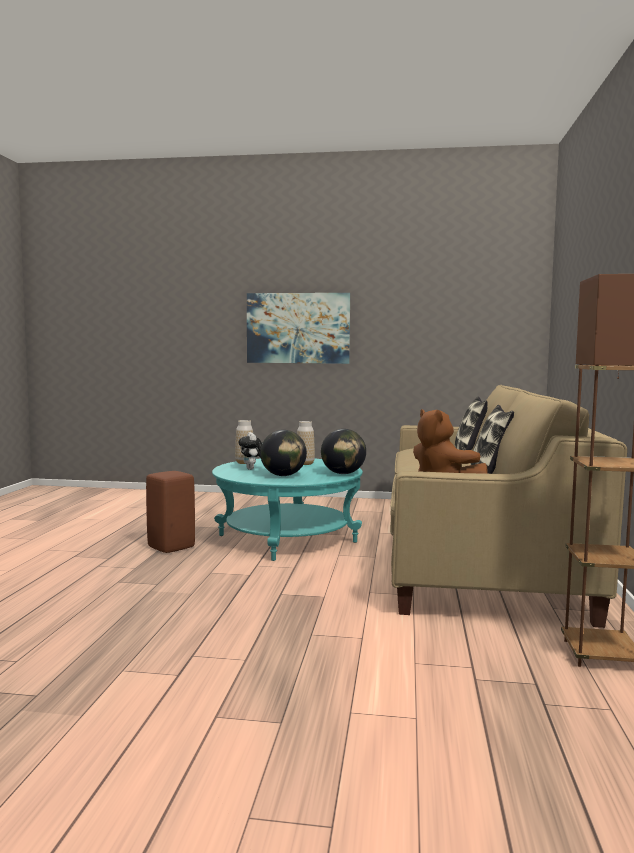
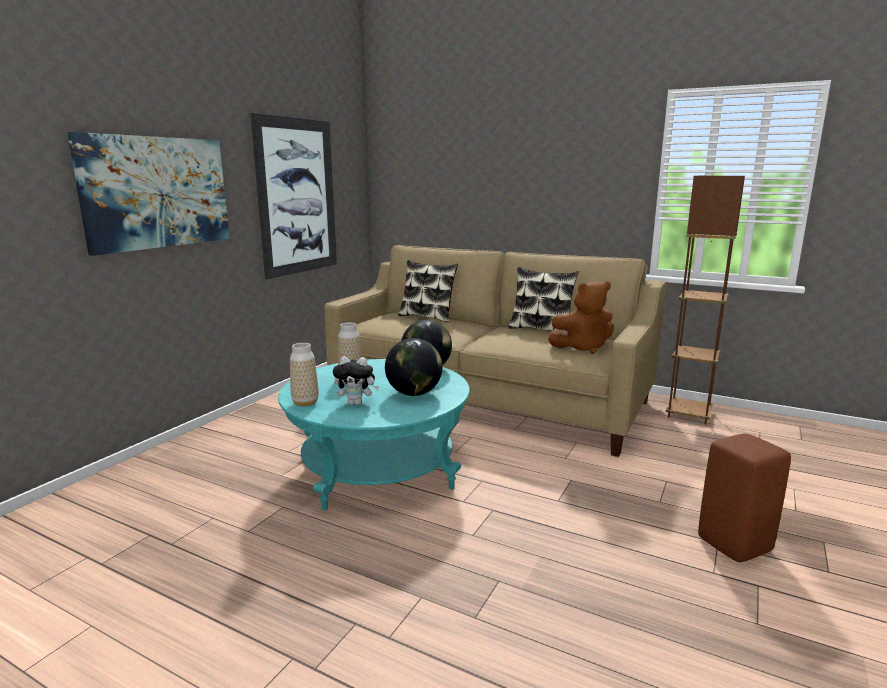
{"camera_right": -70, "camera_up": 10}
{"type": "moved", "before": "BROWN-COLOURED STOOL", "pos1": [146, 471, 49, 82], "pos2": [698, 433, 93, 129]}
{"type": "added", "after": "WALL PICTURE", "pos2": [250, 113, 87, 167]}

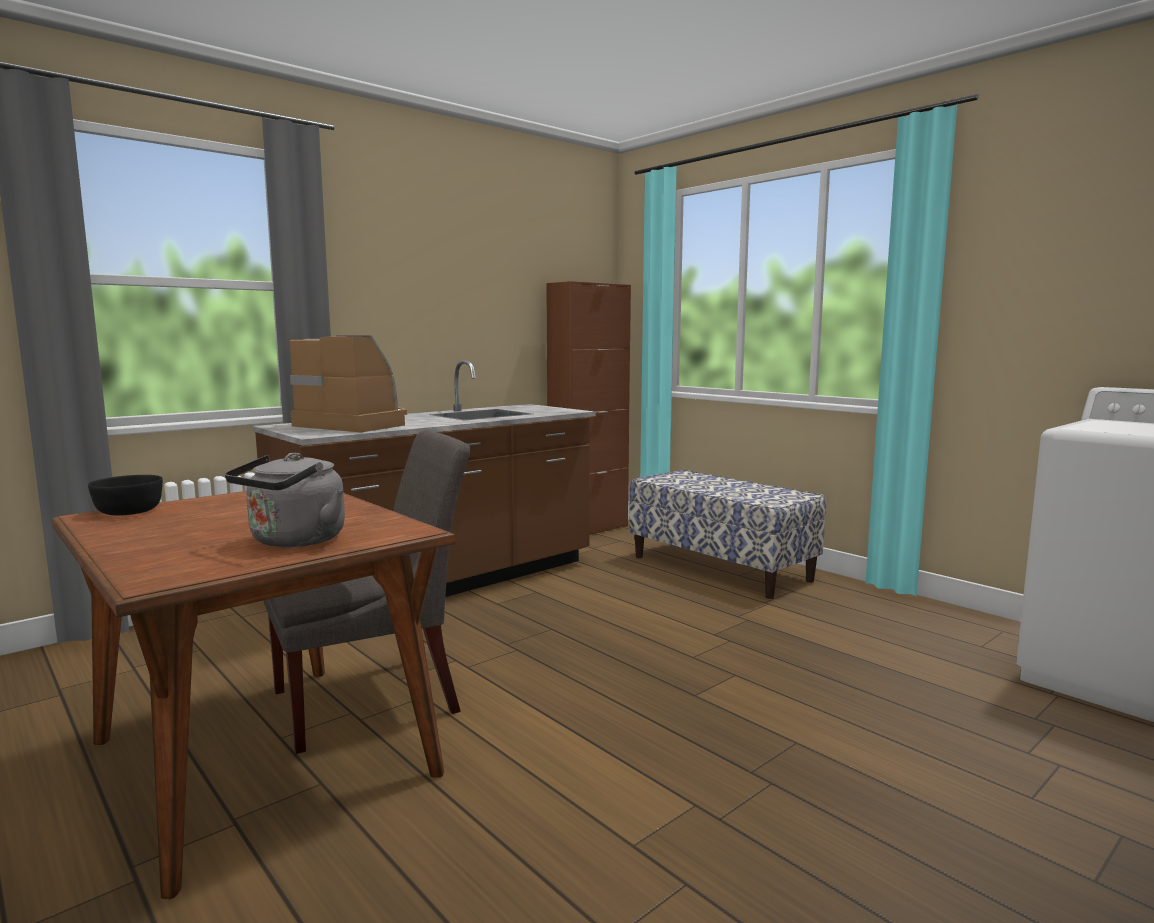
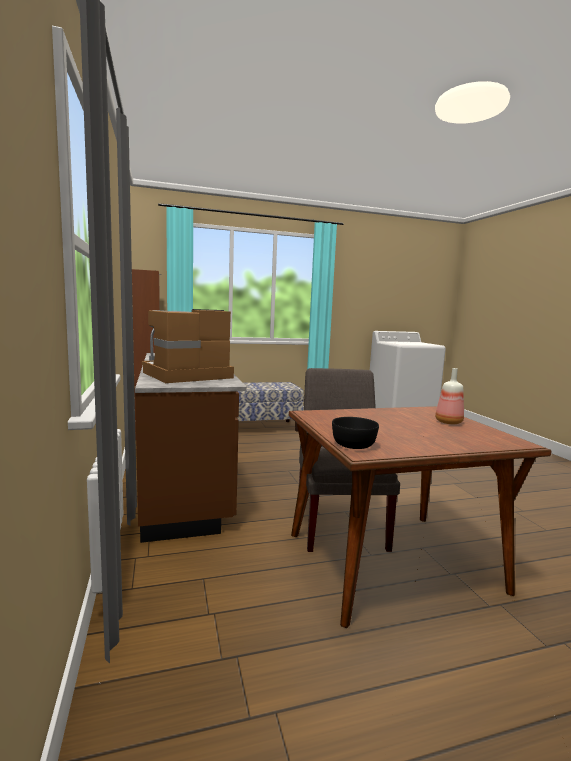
{"camera_right": -65, "camera_up": 0}
{"type": "replaced", "before": "GRAY TEA KETTLE", "after": "BOTTLE", "pos1": [225, 453, 120, 94], "pos2": [435, 368, 29, 56]}

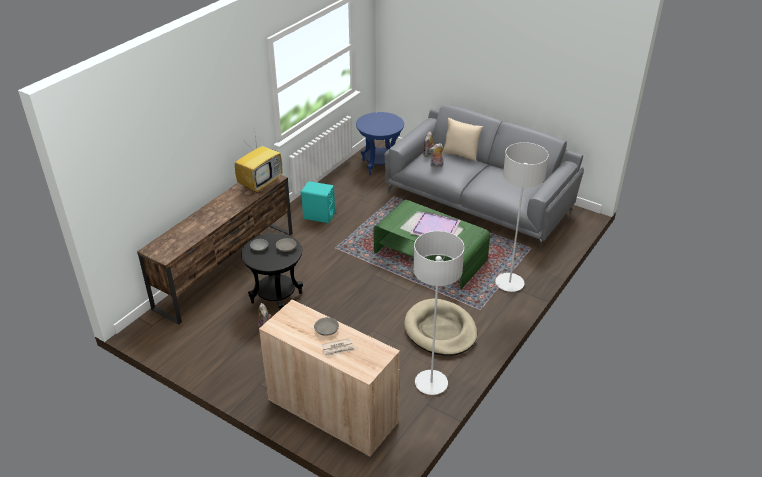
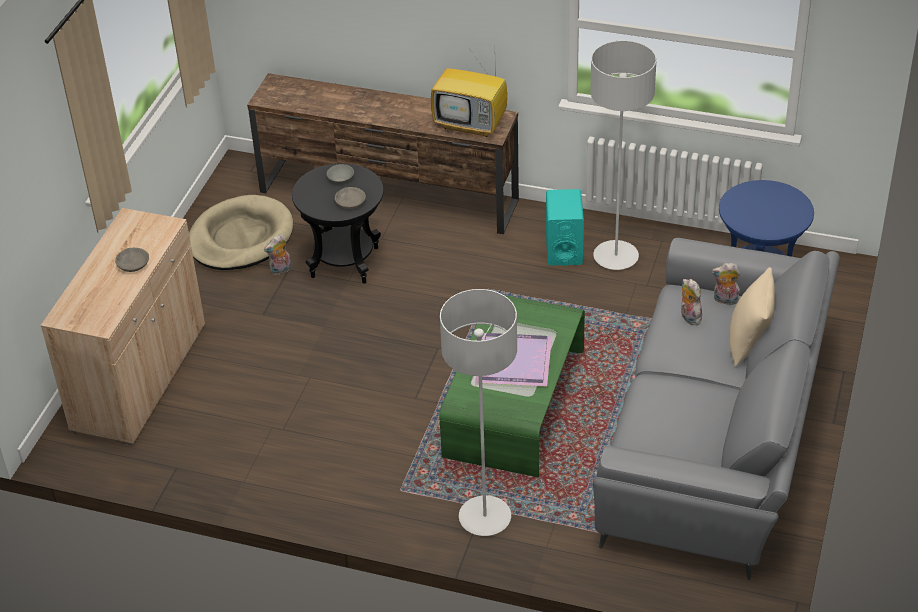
{"camera_right": 75, "camera_up": 5}
{"type": "moved", "before": "GRAY STANDARD LAMP", "pos1": [413, 231, 52, 164], "pos2": [590, 40, 66, 230]}
{"type": "moved", "before": "BEIGE-COLOURED DOG CUSHION", "pos1": [404, 298, 73, 58], "pos2": [189, 195, 104, 75]}
{"type": "removed", "before": "DAILY PAPER", "pos1": [321, 338, 34, 19]}

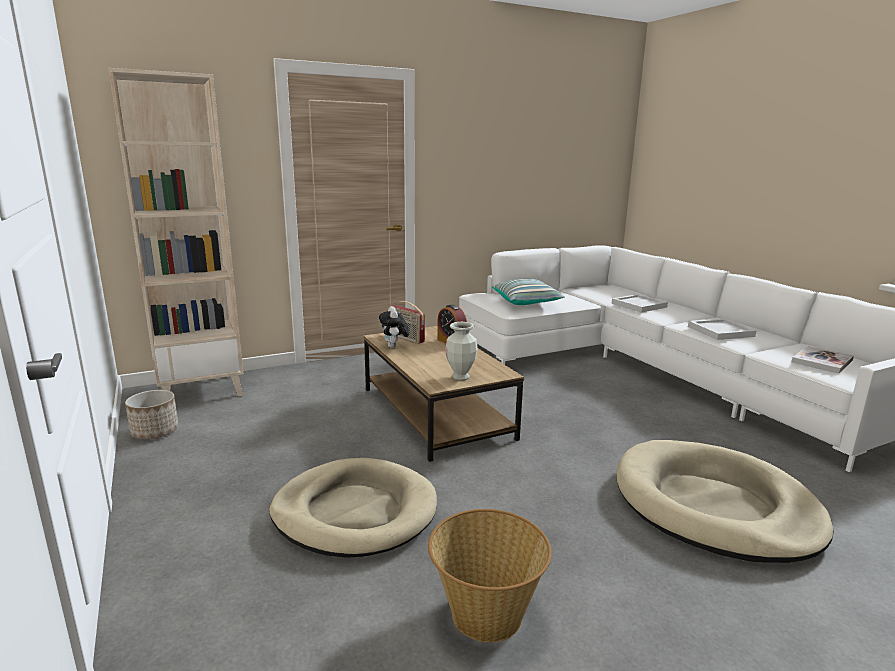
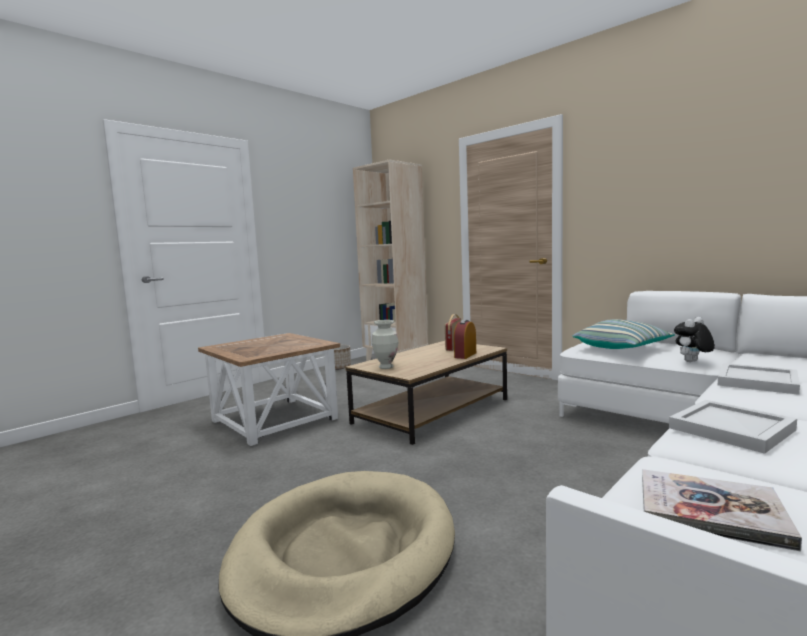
{"camera_right": 70, "camera_up": -10}
{"type": "moved", "before": "SOFT TOY", "pos1": [379, 306, 30, 42], "pos2": [674, 317, 41, 45]}
{"type": "replaced", "before": "BEIGE-COLOURED DOG CUSHION", "after": "BROWN-COLOURED ACCENT TABLE", "pos1": [269, 458, 168, 100], "pos2": [198, 333, 142, 113]}
{"type": "removed", "before": "HOUSEHOLD BASKET", "pos1": [428, 509, 124, 133]}

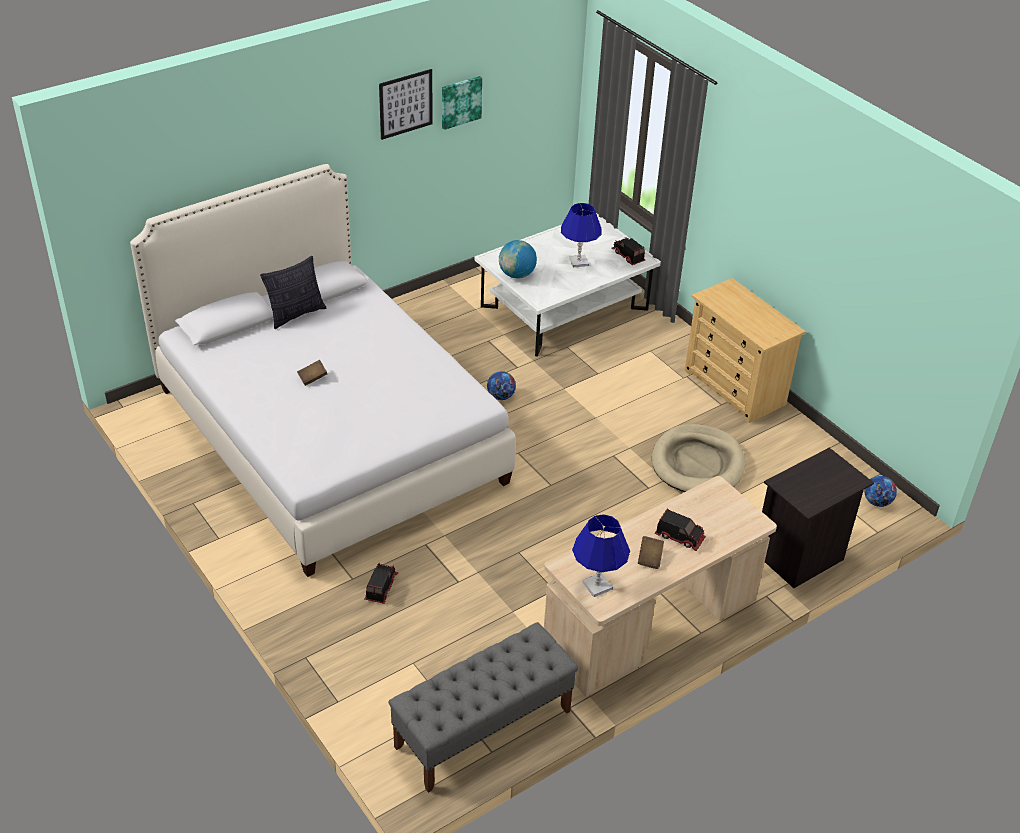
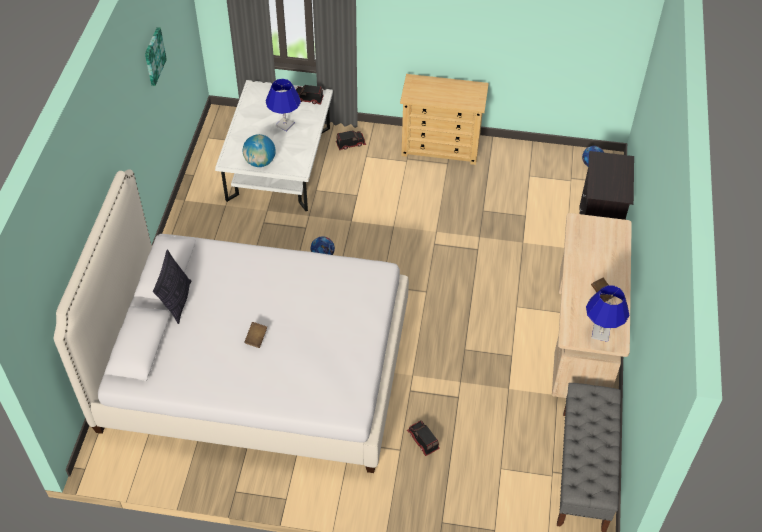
{"camera_right": -45, "camera_up": 10}
{"type": "removed", "before": "WALL PICTURE", "pos1": [379, 69, 54, 71]}
{"type": "removed", "before": "BEIGE-COLOURED DOG CUSHION", "pos1": [652, 424, 93, 68]}
{"type": "moved", "before": "TOY LORRY", "pos1": [655, 509, 51, 42], "pos2": [336, 130, 30, 20]}

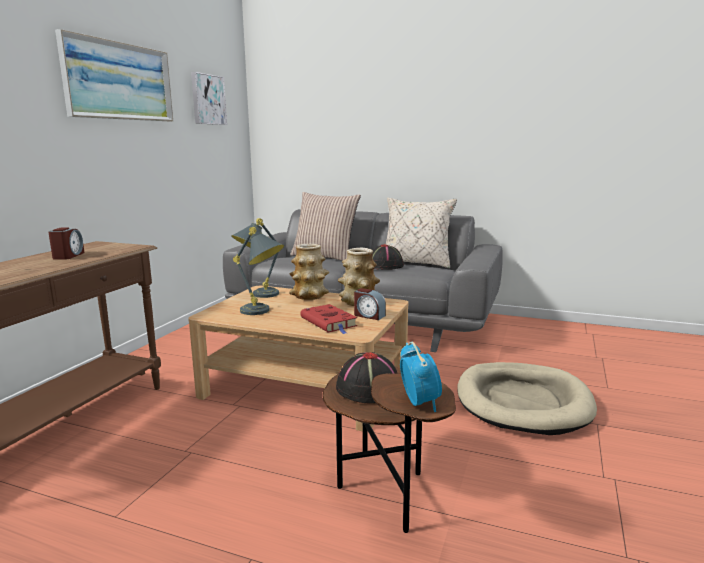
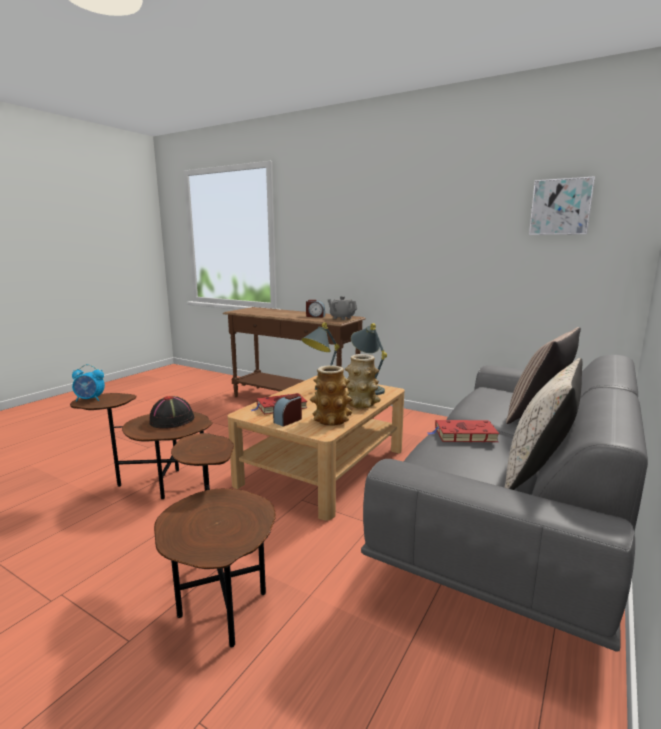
{"camera_right": 100, "camera_up": 0}
{"type": "removed", "before": "WALL PICTURE", "pos1": [55, 29, 118, 92]}
{"type": "replaced", "before": "BLACK HAT", "after": "RED VOLUME", "pos1": [372, 244, 32, 26], "pos2": [427, 420, 72, 22]}
{"type": "replaced", "before": "BEIGE-COLOURED DOG CUSHION", "after": "BROWN-COLOURED ACCENT TABLE", "pos1": [457, 362, 140, 73], "pos2": [154, 433, 122, 214]}
{"type": "added", "after": "GRAY TEA POT", "pos2": [328, 296, 29, 24]}

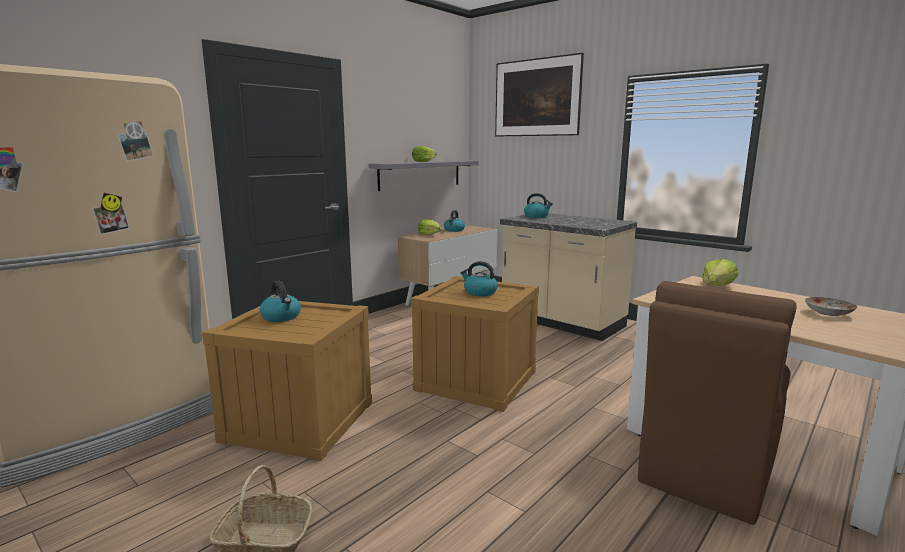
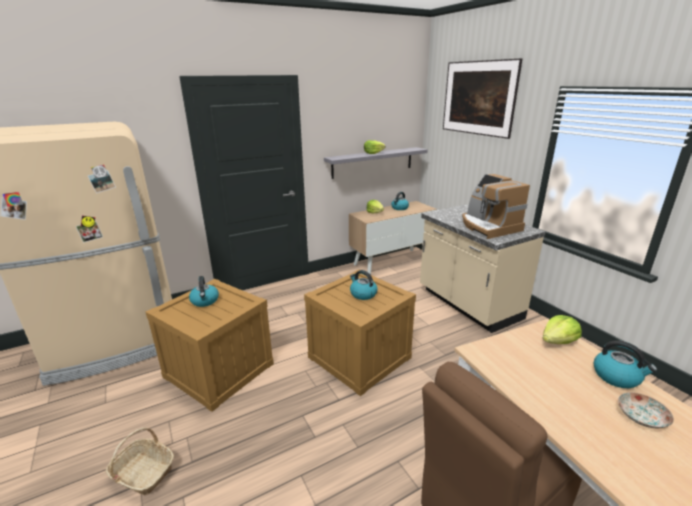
{"camera_right": 20, "camera_up": 10}
{"type": "moved", "before": "TEA KETTLE", "pos1": [524, 193, 29, 25], "pos2": [594, 340, 63, 48]}
{"type": "added", "after": "COFFEE MAKER", "pos2": [462, 174, 68, 65]}

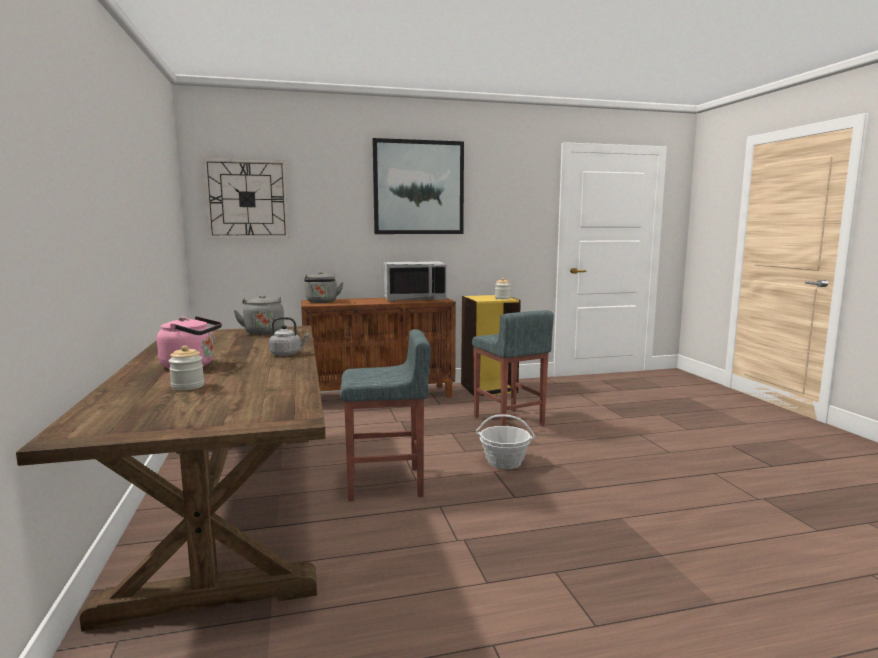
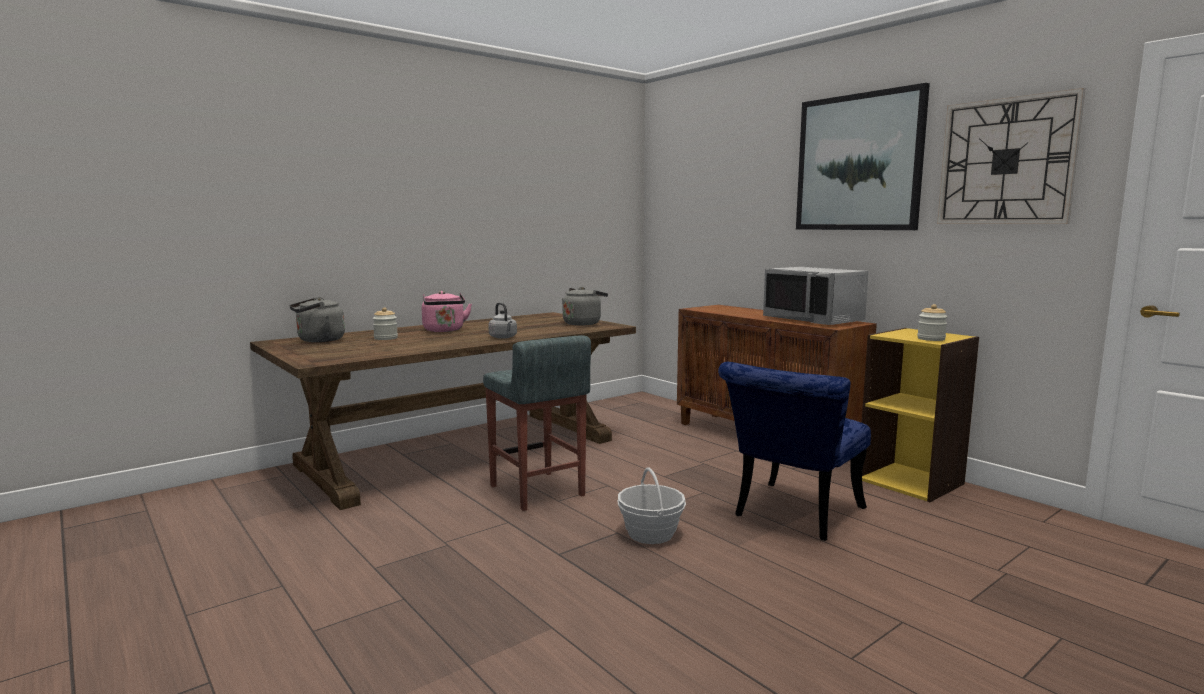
{"camera_right": 65, "camera_up": 0}
{"type": "moved", "before": "HANGING CLOCK", "pos1": [203, 158, 86, 80], "pos2": [937, 88, 148, 136]}
{"type": "moved", "before": "GRAY TEA KETTLE", "pos1": [304, 272, 40, 31], "pos2": [290, 297, 55, 45]}
{"type": "replaced", "before": "GRAY STOOL", "after": "BLUE PLAIN CHAIR", "pos1": [472, 310, 82, 116], "pos2": [718, 362, 153, 179]}

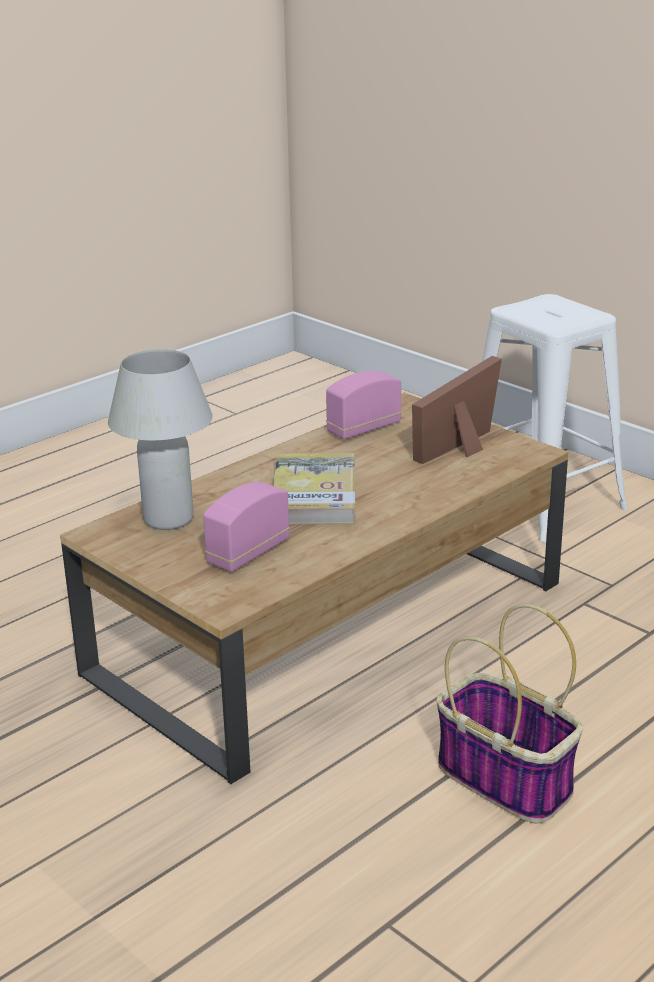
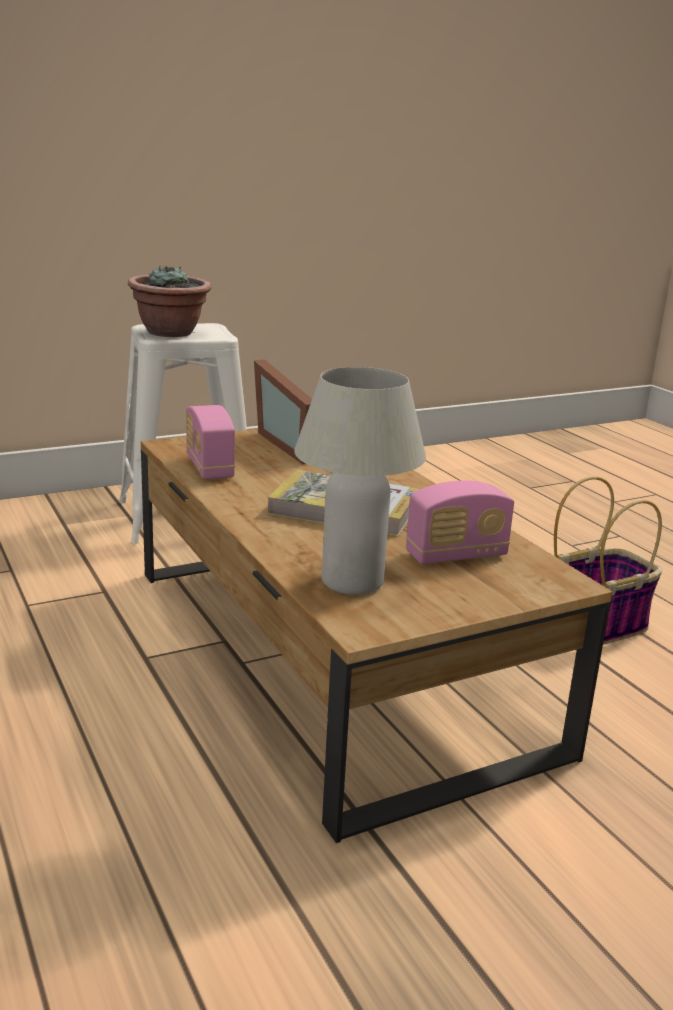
{"camera_right": -75, "camera_up": -5}
{"type": "turned", "before": "RADIO", "pos1": [203, 482, 87, 90], "pos2": [406, 480, 108, 84], "turn": -75}
{"type": "added", "after": "POTTED PLANT", "pos2": [128, 265, 84, 72]}

